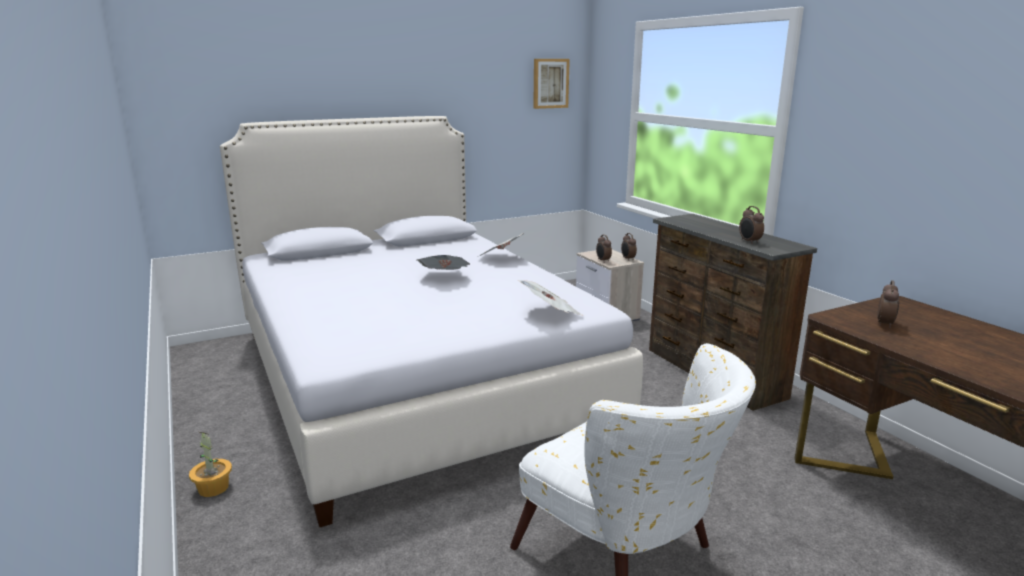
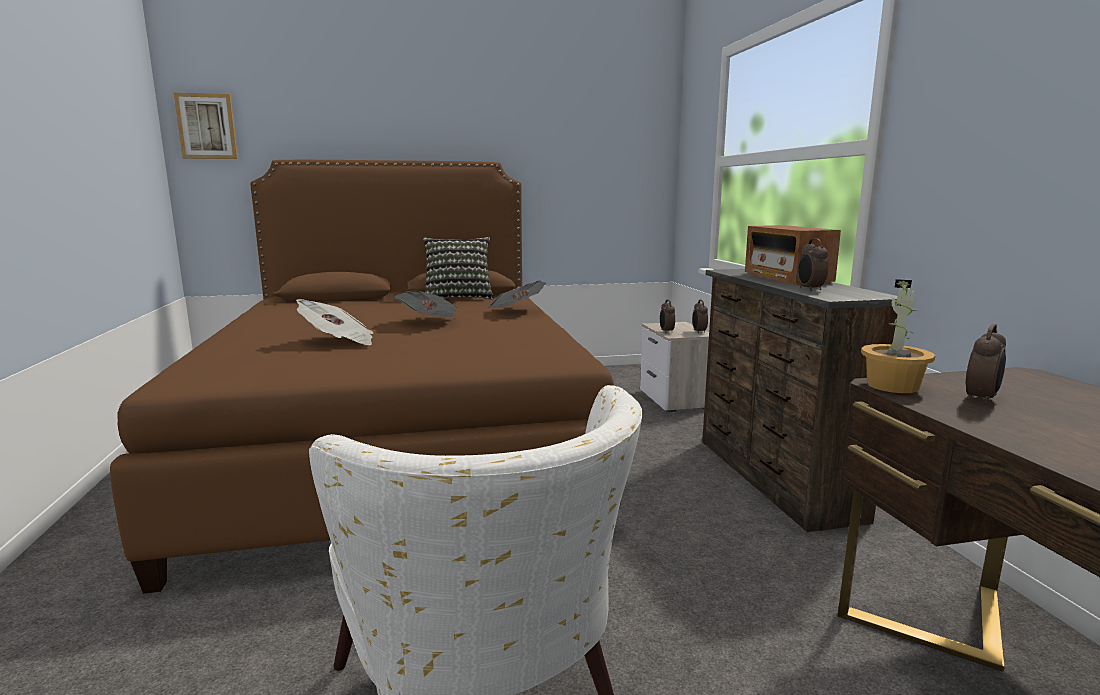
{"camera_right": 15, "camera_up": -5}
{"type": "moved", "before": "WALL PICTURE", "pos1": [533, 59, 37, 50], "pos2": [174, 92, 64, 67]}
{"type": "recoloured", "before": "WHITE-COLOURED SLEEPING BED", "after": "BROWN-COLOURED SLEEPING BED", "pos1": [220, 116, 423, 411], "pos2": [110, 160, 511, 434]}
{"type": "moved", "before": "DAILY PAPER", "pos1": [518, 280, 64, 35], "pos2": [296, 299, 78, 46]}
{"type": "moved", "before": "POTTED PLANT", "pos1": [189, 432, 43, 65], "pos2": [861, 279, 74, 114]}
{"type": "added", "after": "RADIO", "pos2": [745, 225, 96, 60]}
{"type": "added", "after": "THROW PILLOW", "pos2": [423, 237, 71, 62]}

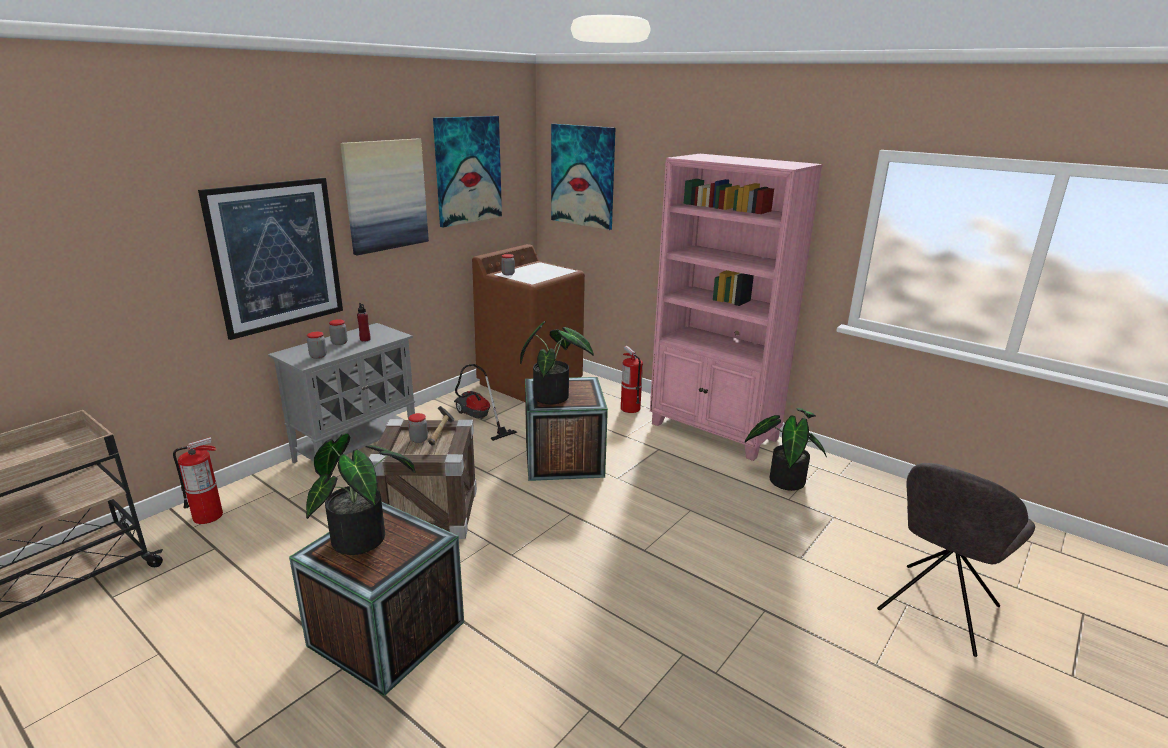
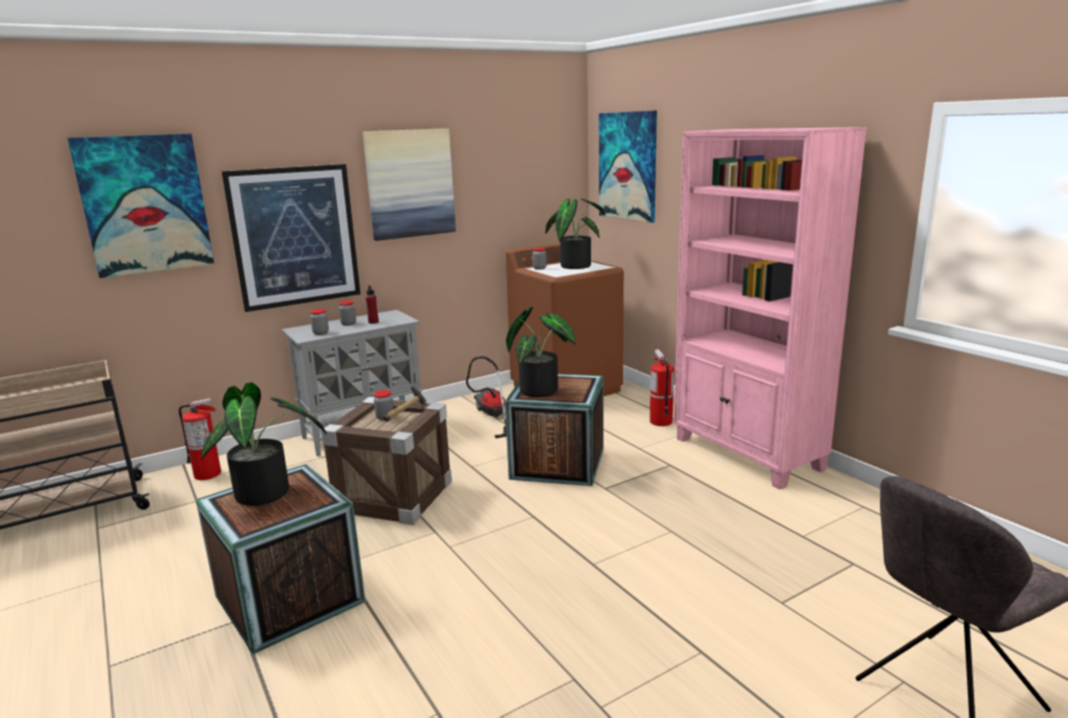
{"camera_right": 20, "camera_up": -5}
{"type": "moved", "before": "WALL PICTURE", "pos1": [433, 116, 69, 112], "pos2": [67, 134, 147, 144]}
{"type": "moved", "before": "POTTED PLANT", "pos1": [745, 408, 82, 83], "pos2": [545, 199, 60, 70]}

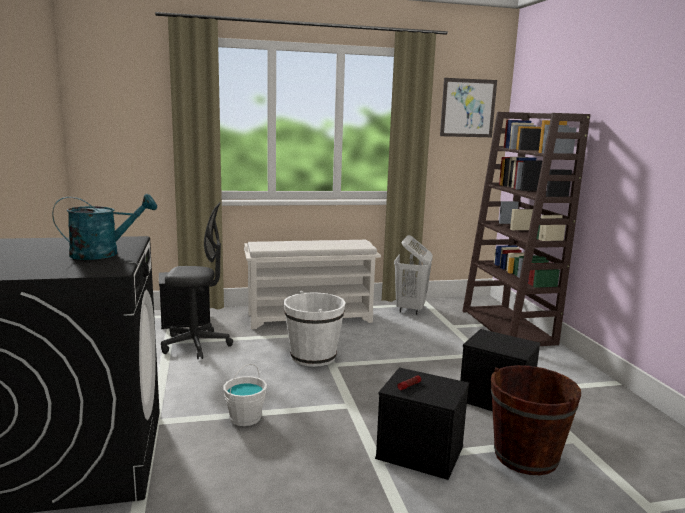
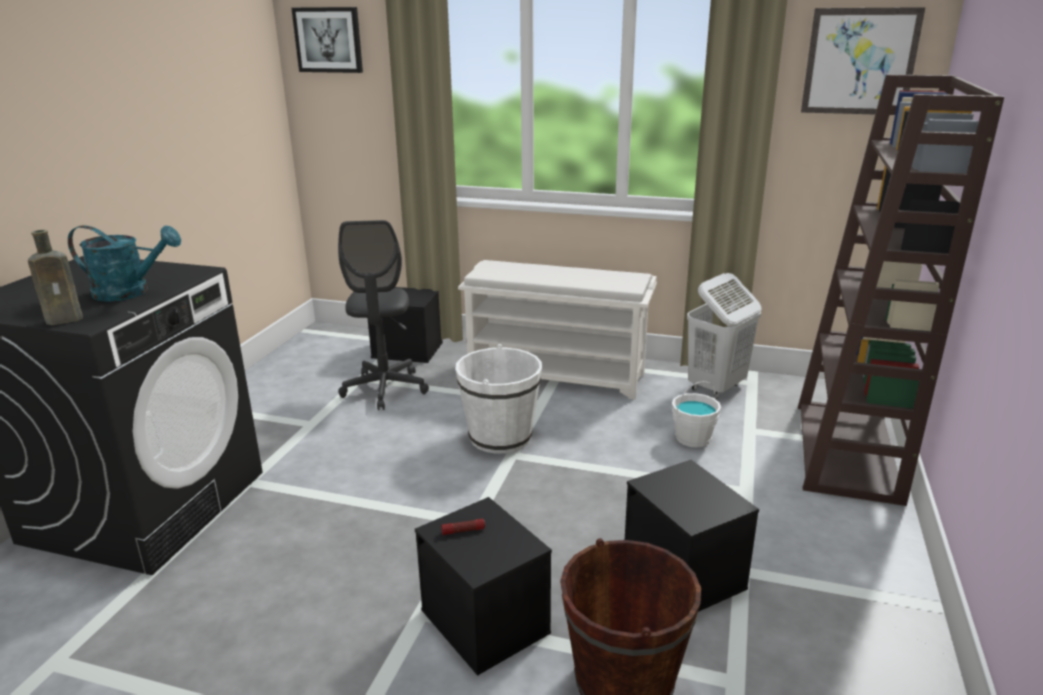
{"camera_right": 30, "camera_up": 10}
{"type": "turned", "before": "GRAY OFFICE CHAIR", "pos1": [161, 202, 72, 158], "pos2": [338, 220, 91, 190], "turn": 60}
{"type": "moved", "before": "WHITE-COLOURED BUCKET", "pos1": [223, 364, 44, 62], "pos2": [672, 381, 49, 67]}
{"type": "added", "after": "WALL PICTURE", "pos2": [291, 7, 72, 66]}
{"type": "added", "after": "BROWN-COLOURED BOTTLE", "pos2": [28, 230, 55, 95]}

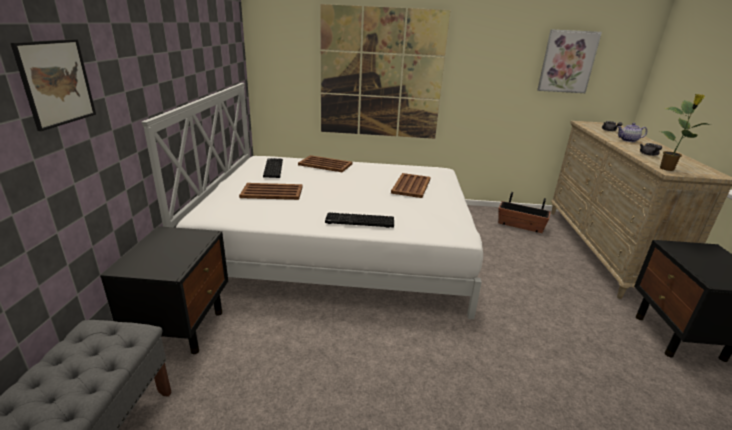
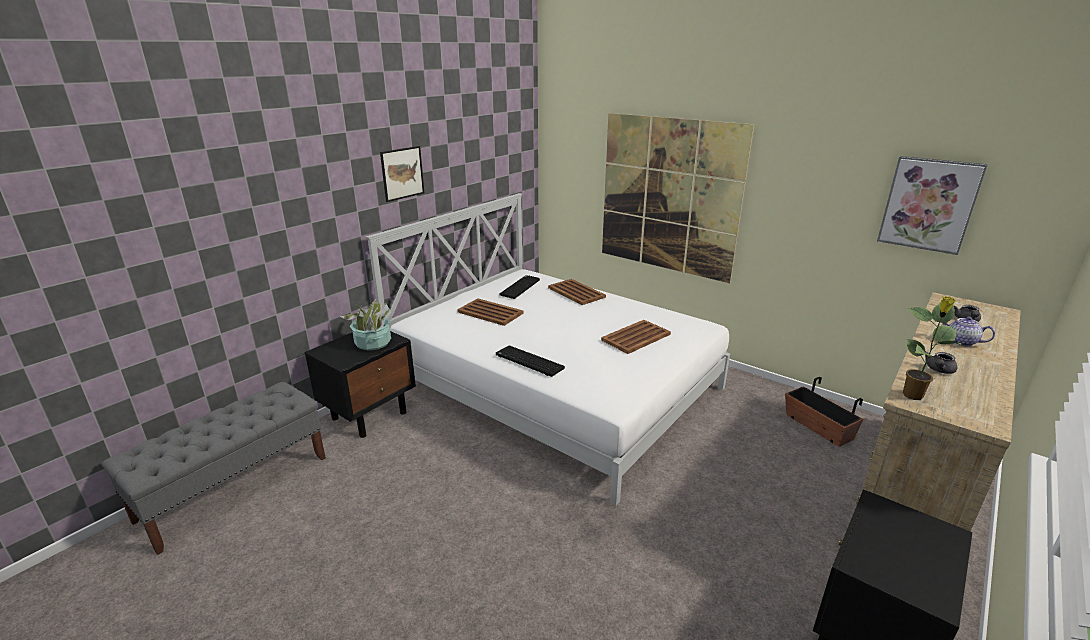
{"camera_right": 35, "camera_up": 0}
{"type": "moved", "before": "WALL PICTURE", "pos1": [11, 39, 85, 92], "pos2": [380, 146, 44, 56]}
{"type": "added", "after": "POTTED PLANT", "pos2": [340, 300, 51, 51]}

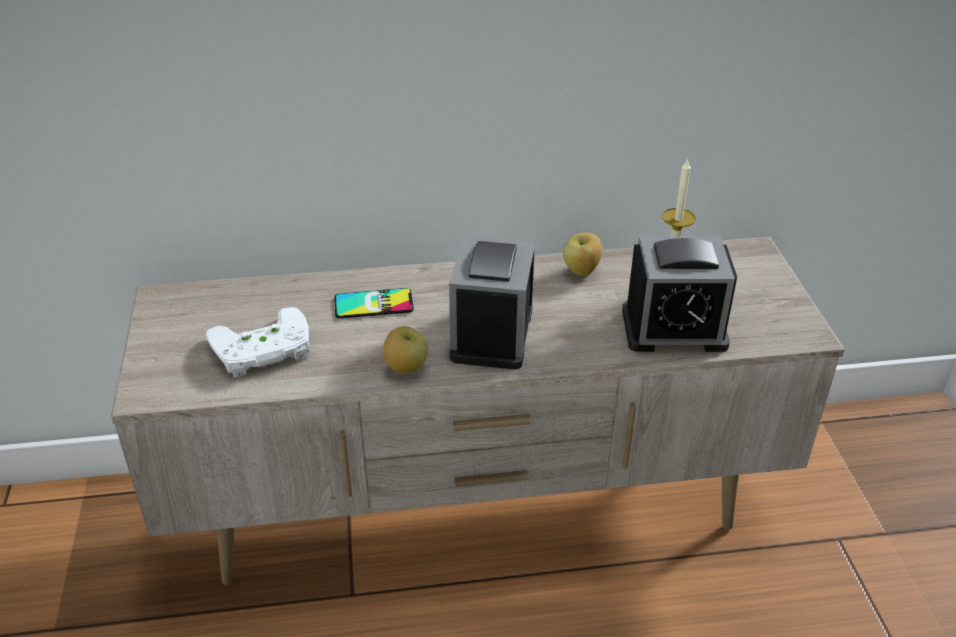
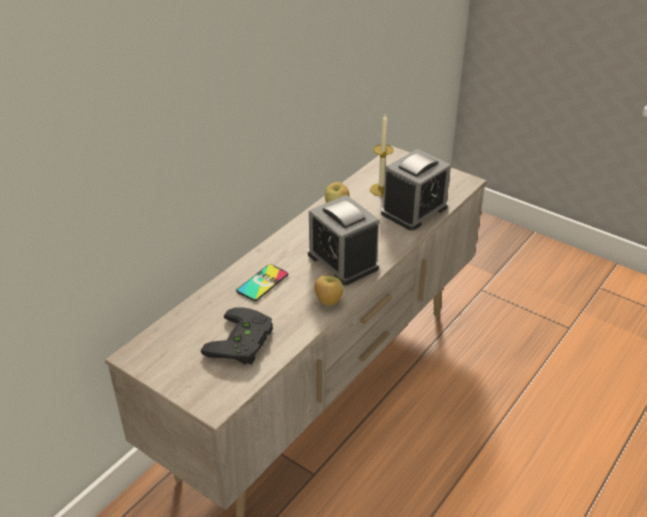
{"camera_right": -45, "camera_up": 0}
{"type": "recoloured", "before": "WHITE-COLOURED JOYPAD", "after": "BLACK JOYPAD", "pos1": [206, 307, 103, 70], "pos2": [201, 308, 72, 56]}

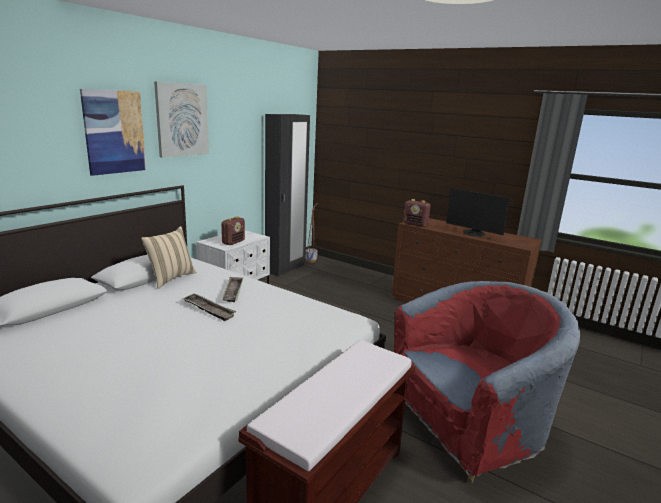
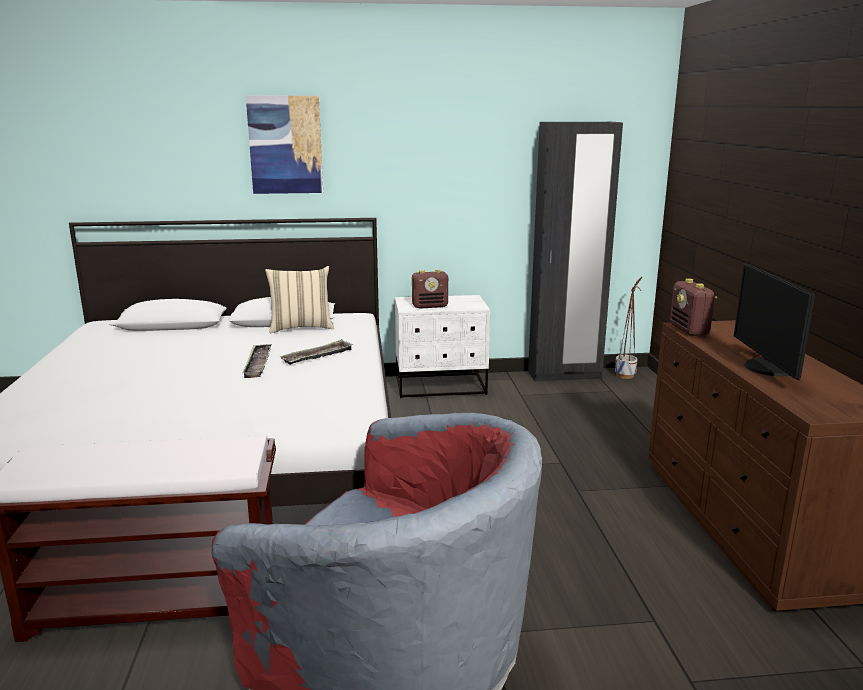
{"camera_right": 50, "camera_up": 0}
{"type": "removed", "before": "WALL PICTURE", "pos1": [154, 81, 55, 77]}

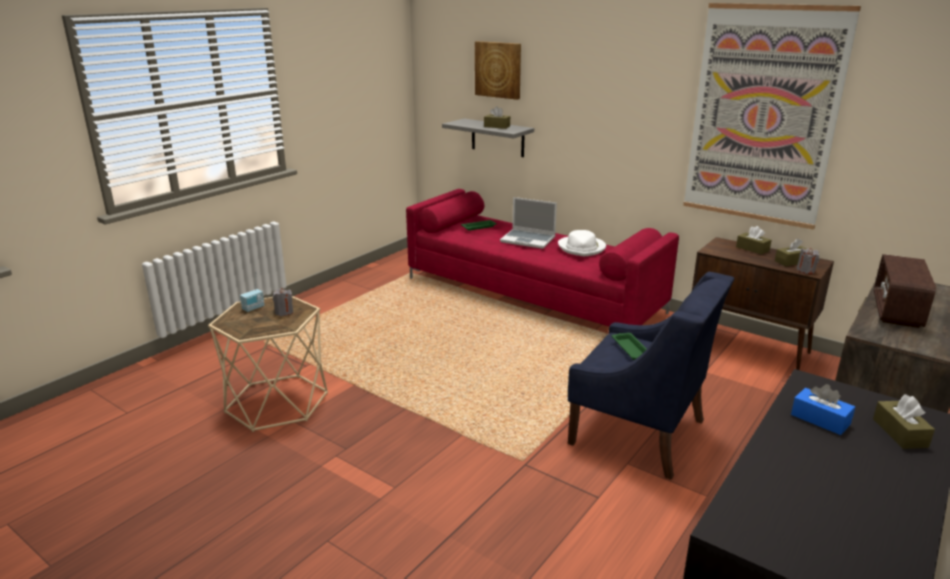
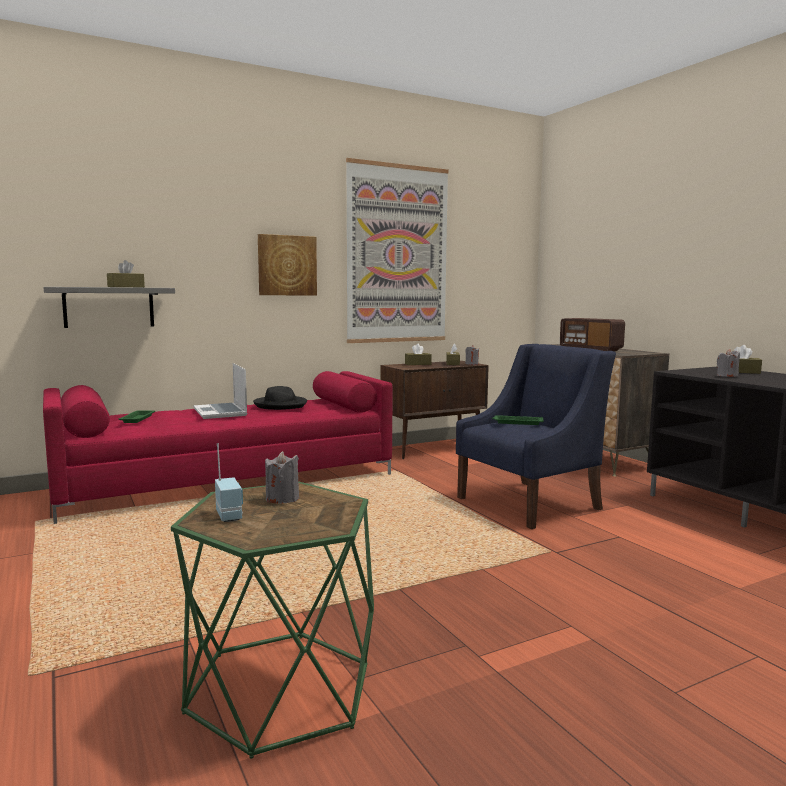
{"camera_right": -65, "camera_up": -15}
{"type": "moved", "before": "WALL PICTURE", "pos1": [475, 41, 46, 59], "pos2": [258, 234, 59, 61]}
{"type": "turned", "before": "NOTEBOOK COMPUTER", "pos1": [500, 197, 57, 52], "pos2": [193, 363, 54, 56], "turn": 105}
{"type": "recoloured", "before": "WHITE-COLOURED HAT", "after": "BLACK HAT", "pos1": [558, 230, 48, 26], "pos2": [253, 386, 54, 24]}
{"type": "recoloured", "before": "BEIGE-COLOURED ACCENT TABLE", "after": "GREEN ACCENT TABLE", "pos1": [208, 296, 120, 136], "pos2": [171, 482, 203, 277]}
{"type": "replaced", "before": "BLUE BOX OF TISSUES", "after": "GRAY CANDLE", "pos1": [791, 384, 64, 51], "pos2": [717, 349, 23, 28]}

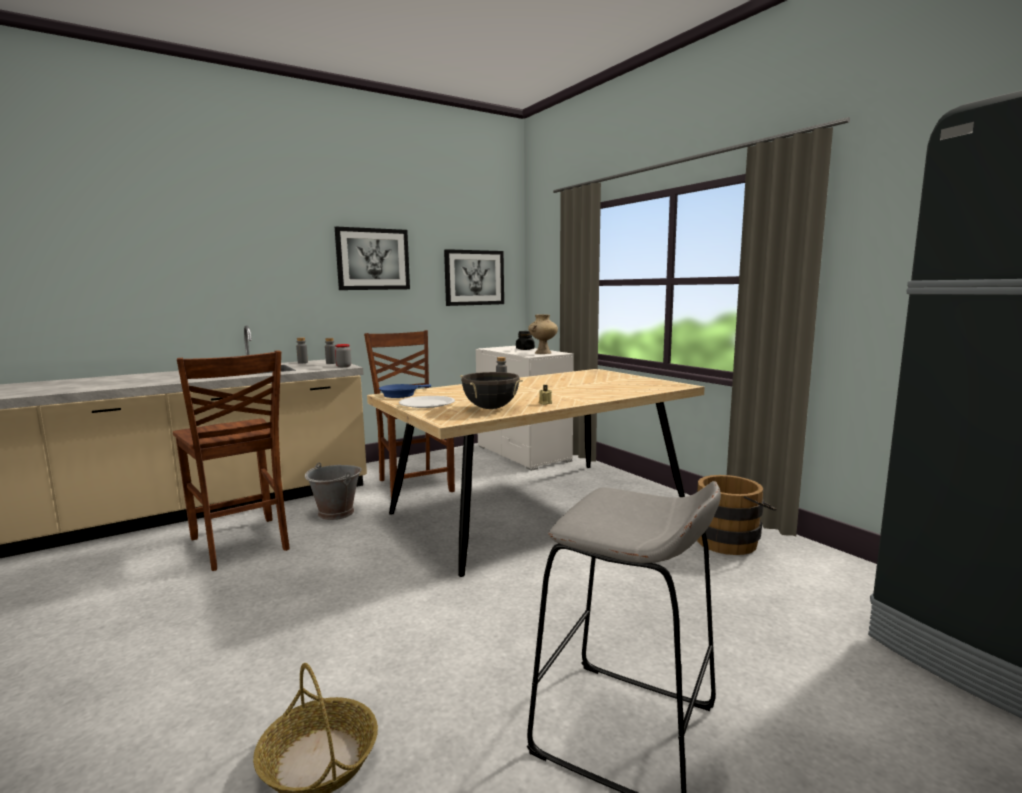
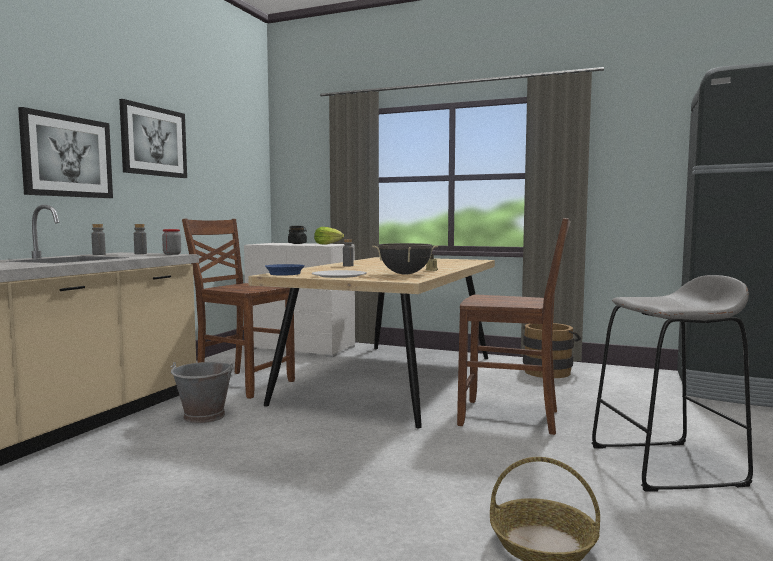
{"camera_right": -35, "camera_up": -5}
{"type": "moved", "before": "WALL PICTURE", "pos1": [444, 249, 60, 57], "pos2": [18, 107, 95, 91]}
{"type": "replaced", "before": "BEIGE-COLOURED DECORATIVE VASE", "after": "LETTUCE", "pos1": [528, 314, 30, 40], "pos2": [314, 227, 30, 17]}
{"type": "moved", "before": "BROWN-COLOURED PLAIN CHAIR", "pos1": [173, 350, 117, 221], "pos2": [457, 218, 114, 217]}

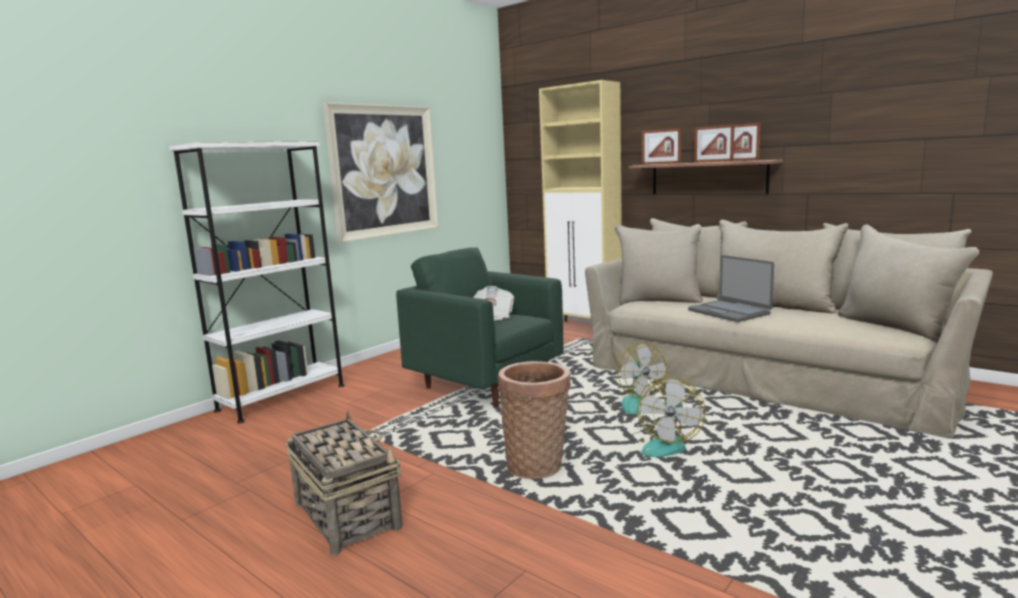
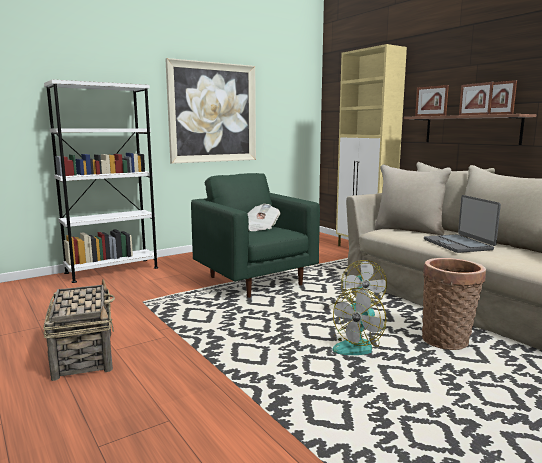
{"camera_right": 15, "camera_up": 0}
{"type": "moved", "before": "HOUSEHOLD BASKET", "pos1": [498, 361, 73, 118], "pos2": [422, 258, 64, 92]}

